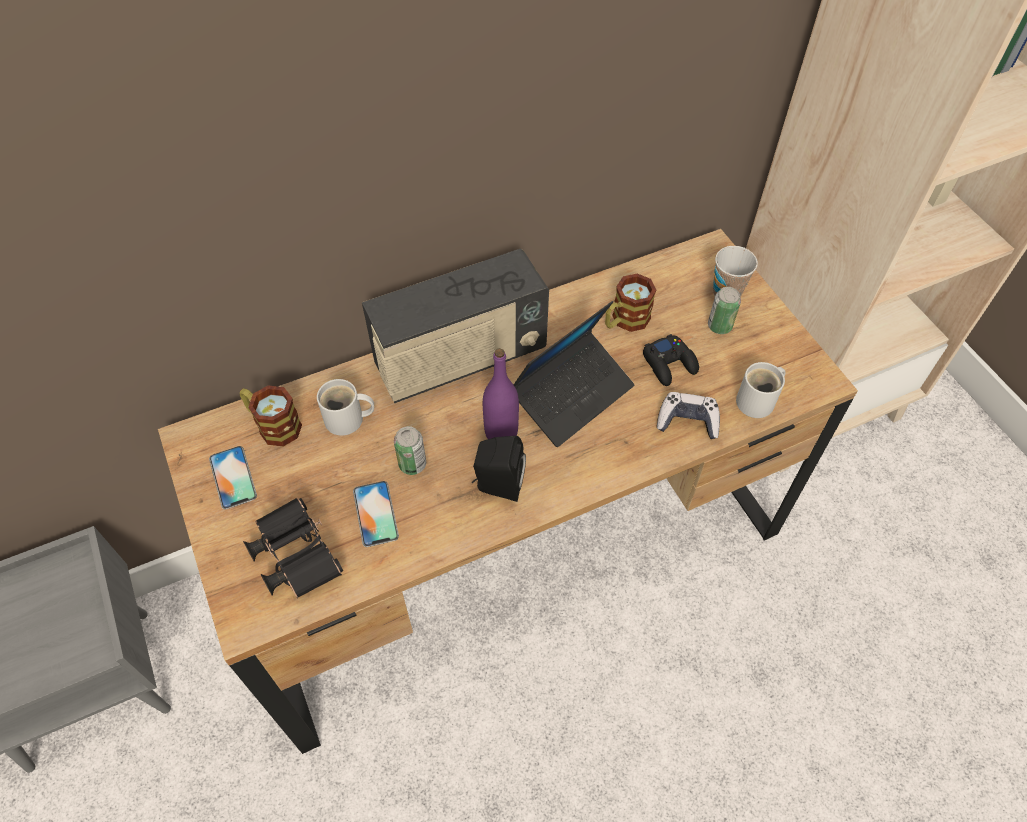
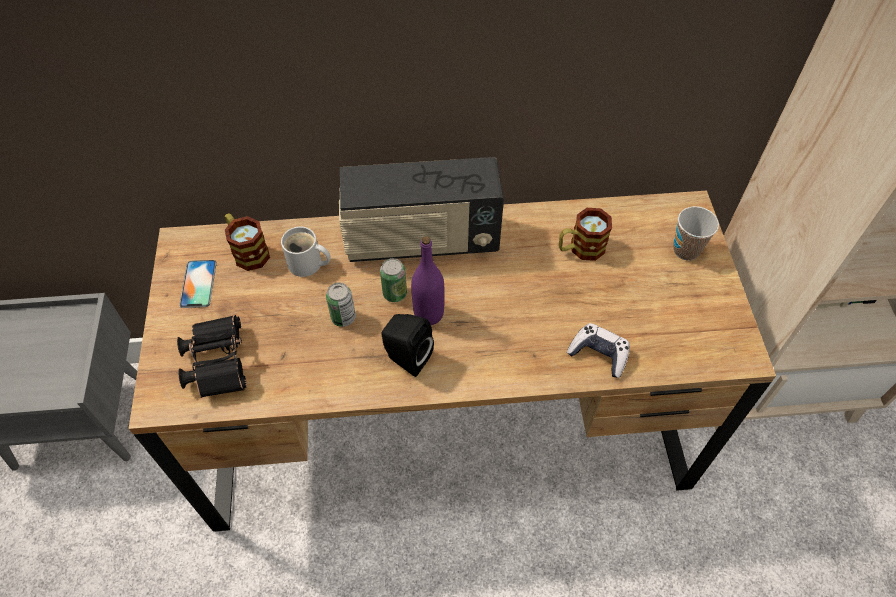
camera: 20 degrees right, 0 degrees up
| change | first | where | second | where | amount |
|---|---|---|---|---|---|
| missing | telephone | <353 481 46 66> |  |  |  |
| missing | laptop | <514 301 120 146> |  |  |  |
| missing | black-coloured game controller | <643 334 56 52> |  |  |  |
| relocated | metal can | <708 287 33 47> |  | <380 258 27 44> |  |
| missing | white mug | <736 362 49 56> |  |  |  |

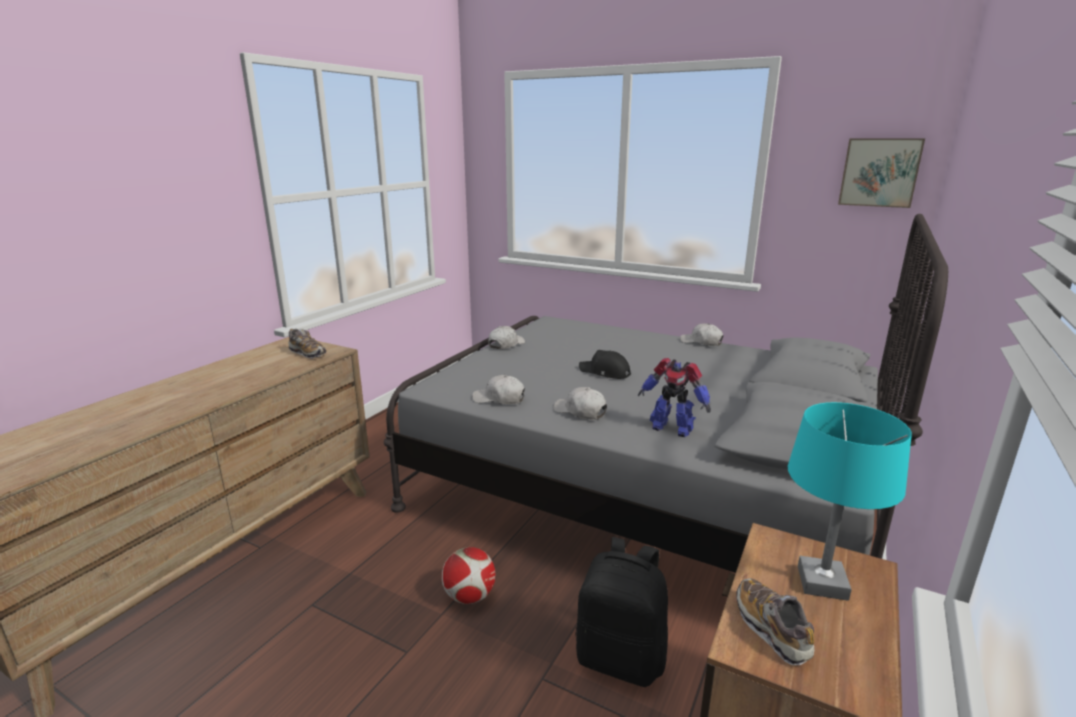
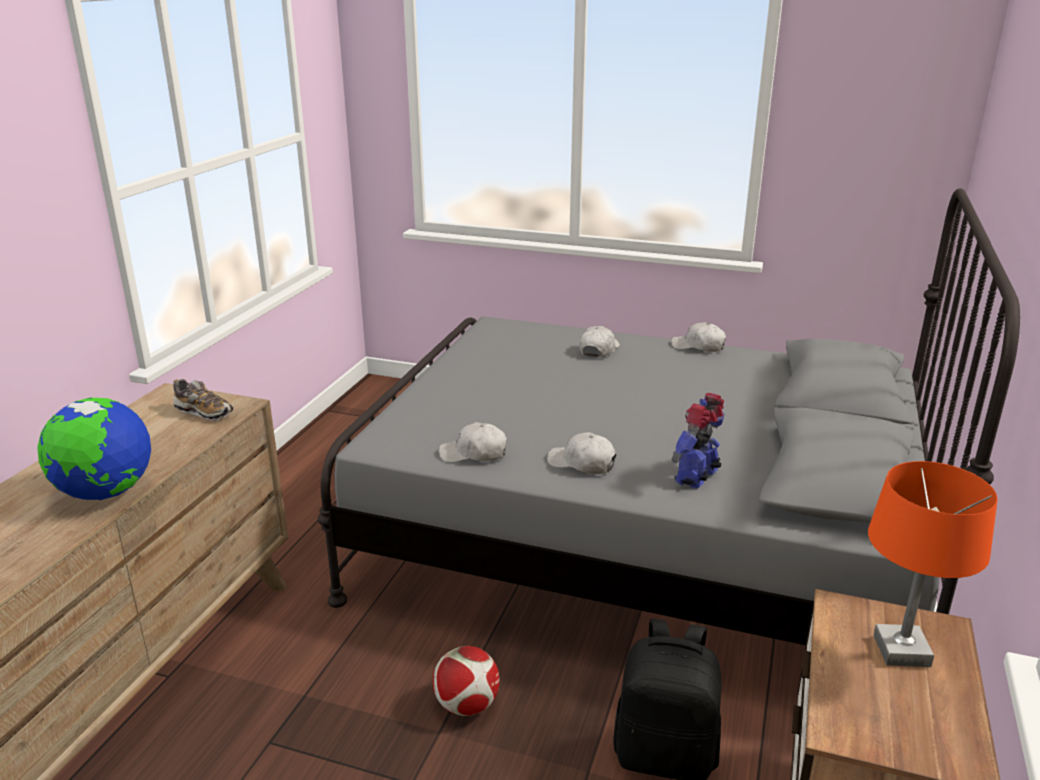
camera: 10 degrees left, 5 degrees up
| change | first | where | second | where | amount |
|---|---|---|---|---|---|
| relocated | white cap | <488 326 37 23> |  | <579 326 41 31> |  |
| missing | black-coloured cap | <579 350 52 29> |  |  |  |
| spun | toy robot | <638 358 73 79> |  | <671 393 53 96> | 105 degrees clockwise |
| missing | low shoe | <737 578 77 87> |  |  |  |
| colour | turquoise lamp for a table | <788 402 124 199> | orange-coloured lamp for a table | <868 461 130 206> |  |
| missing | wall art | <838 138 87 70> |  |  |  |
| appeared |  |  | desk globe | <37 398 114 102> |  |

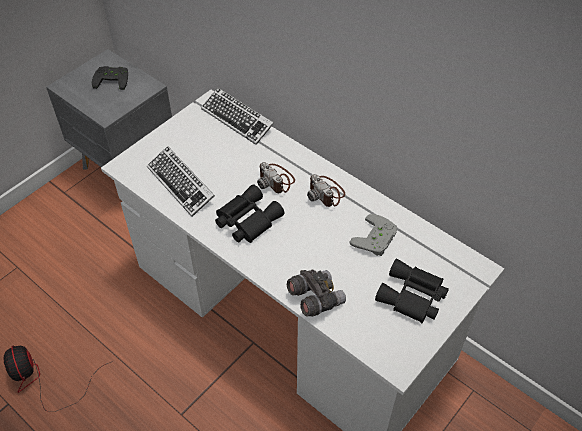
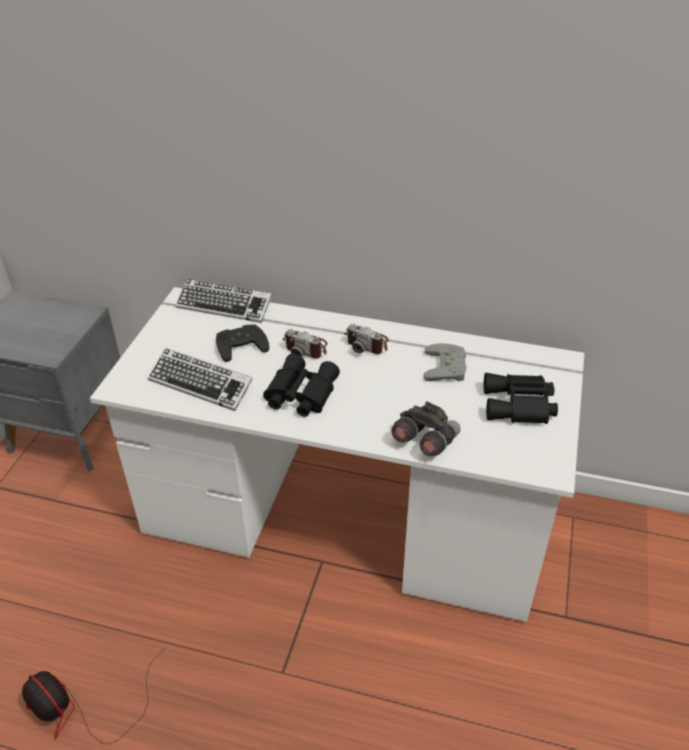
camera: 25 degrees left, 10 degrees down
| change | first | where | second | where | amount |
|---|---|---|---|---|---|
| relocated | black-coloured game controller | <92 66 36 24> |  | <216 324 53 38> |  |

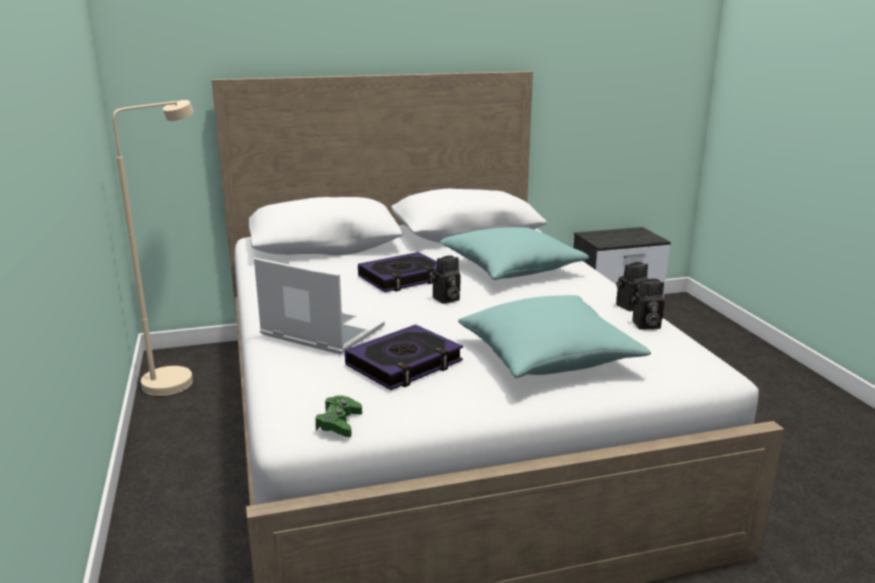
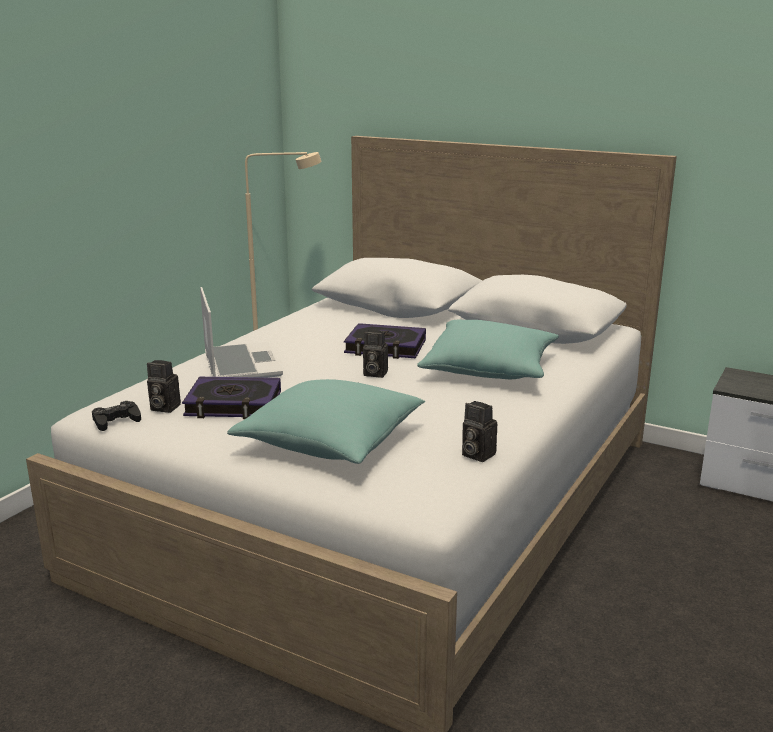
camera: 45 degrees right, 0 degrees up
| change | first | where | second | where | amount |
|---|---|---|---|---|---|
| colour | green game controller | <315 395 47 42> | black-coloured game controller | <92 401 49 30> |  |
| relocated | photo camera | <616 262 32 49> |  | <147 360 34 53> |  |

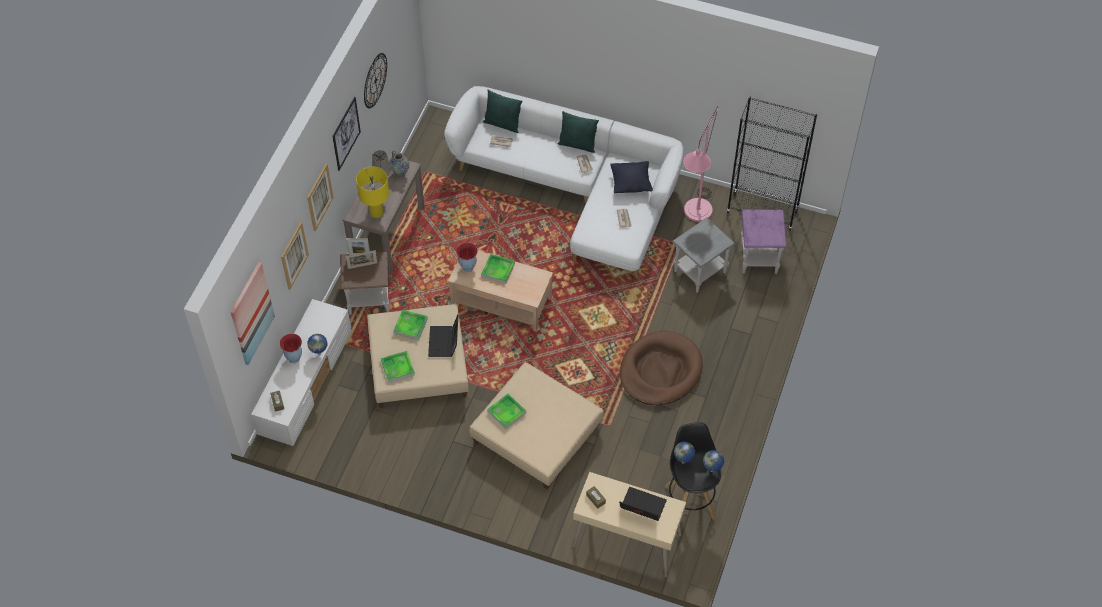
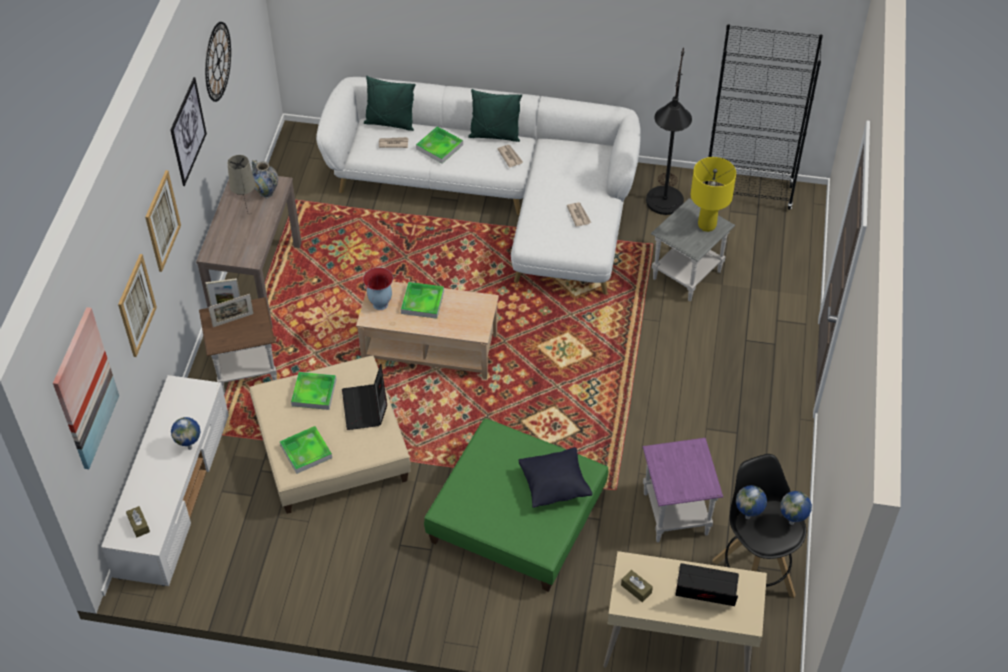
camera: 10 degrees left, 5 degrees down
| change | first | where | second | where | amount |
|---|---|---|---|---|---|
| missing | flower vase | <280 333 22 30> |  |  |  |
| relocated | yellow-coloured lamp for a table | <356 167 33 51> |  | <691 157 45 75> |  |
| colour | beige footrest | <469 362 135 128> | green footrest | <424 418 184 174> |  |
| relocated | carrying tray | <487 393 39 36> |  | <416 126 47 37> |  |
| relocated | black-coloured cushion | <610 161 43 32> |  | <518 447 74 61> |  |
| missing | brownish pet bed | <620 331 83 74> |  |  |  |
| colour | pink-coloured standard lamp | <683 106 35 116> | black-coloured standard lamp | <646 48 46 167> |  |
| relocated | purple-coloured end table | <741 209 46 65> |  | <642 438 81 104> |  |

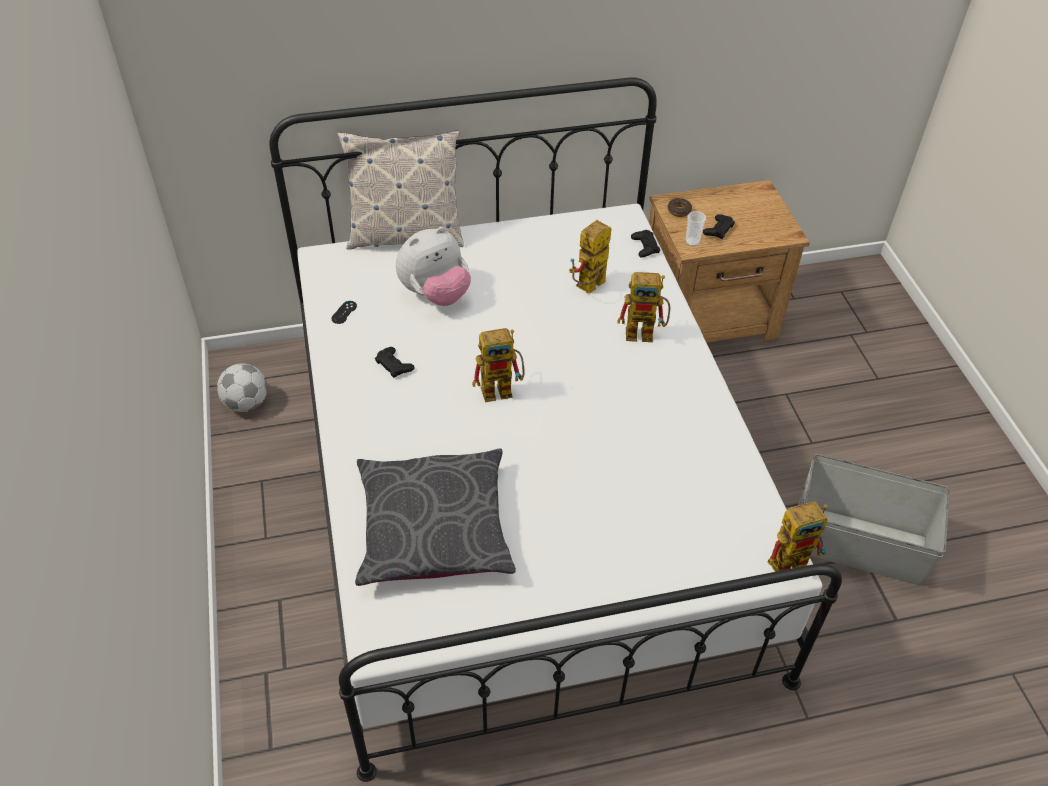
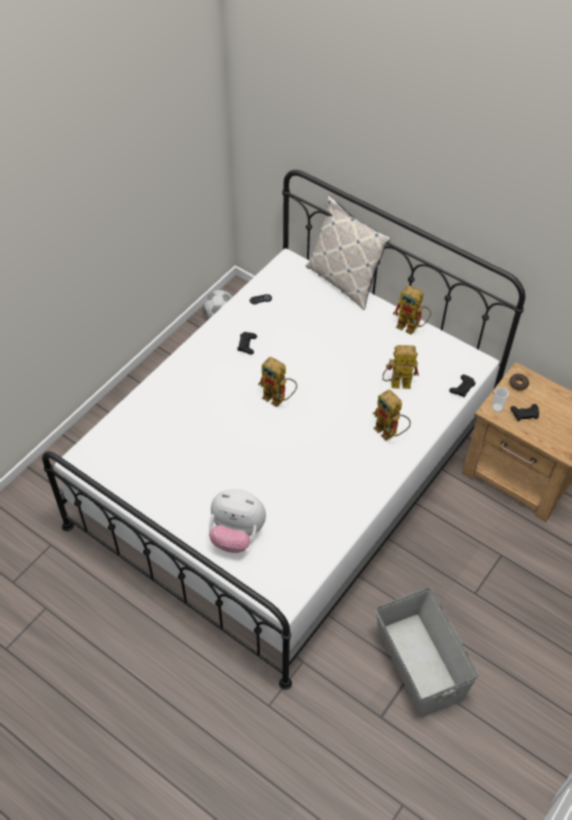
camera: 50 degrees right, 5 degrees up
| change | first | where | second | where | amount |
|---|---|---|---|---|---|
| missing | greyish cushion | <355 449 161 137> |  |  |  |
| relocated | cuddly toy | <396 227 75 79> |  | <209 489 57 64> |  |
| relocated | toy robot | <768 501 60 71> |  | <393 285 38 50> |  |

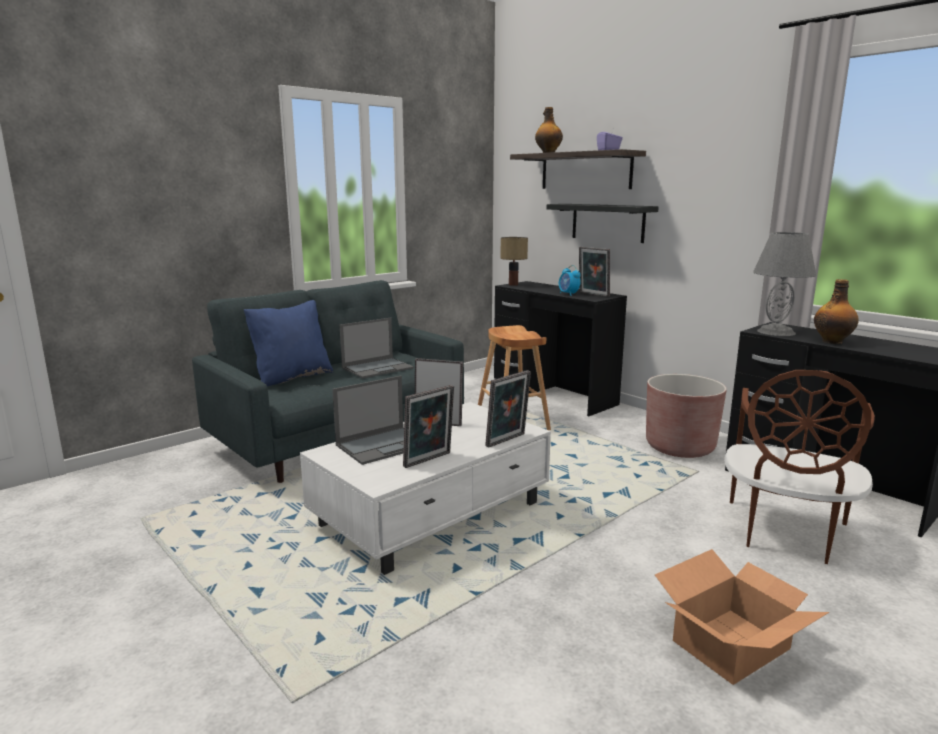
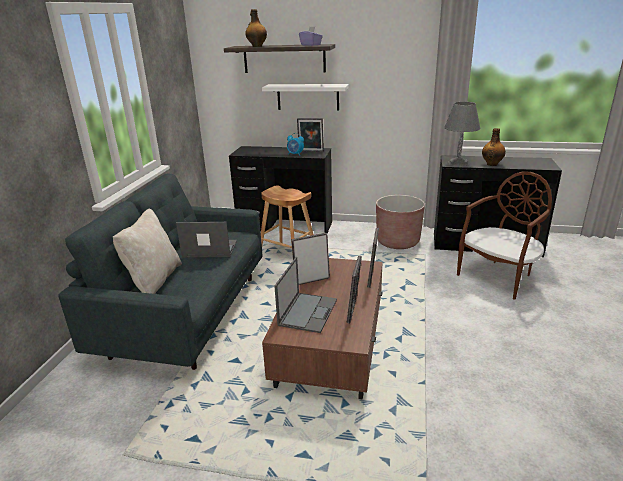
camera: 35 degrees left, 10 degrees up
| change | first | where | second | where | amount |
|---|---|---|---|---|---|
| colour | blue-coloured cushion | <244 300 89 87> | beige cushion | <112 209 70 85> |  |
| colour | white coffee table | <300 402 251 173> | brownish coffee table | <262 258 121 141> |  |
| spun | laptop | <340 318 74 61> |  | <176 222 61 36> | 105 degrees counterclockwise |
| missing | lamp for a table | <500 237 28 49> |  |  |  |
| colour | black-coloured shelf | <547 204 112 39> | white shelf | <262 84 87 26> |  |
| missing | packing box | <655 549 174 136> |  |  |  |
| spun | brownish chair | <724 370 151 194> |  | <457 171 95 129> | 120 degrees counterclockwise |

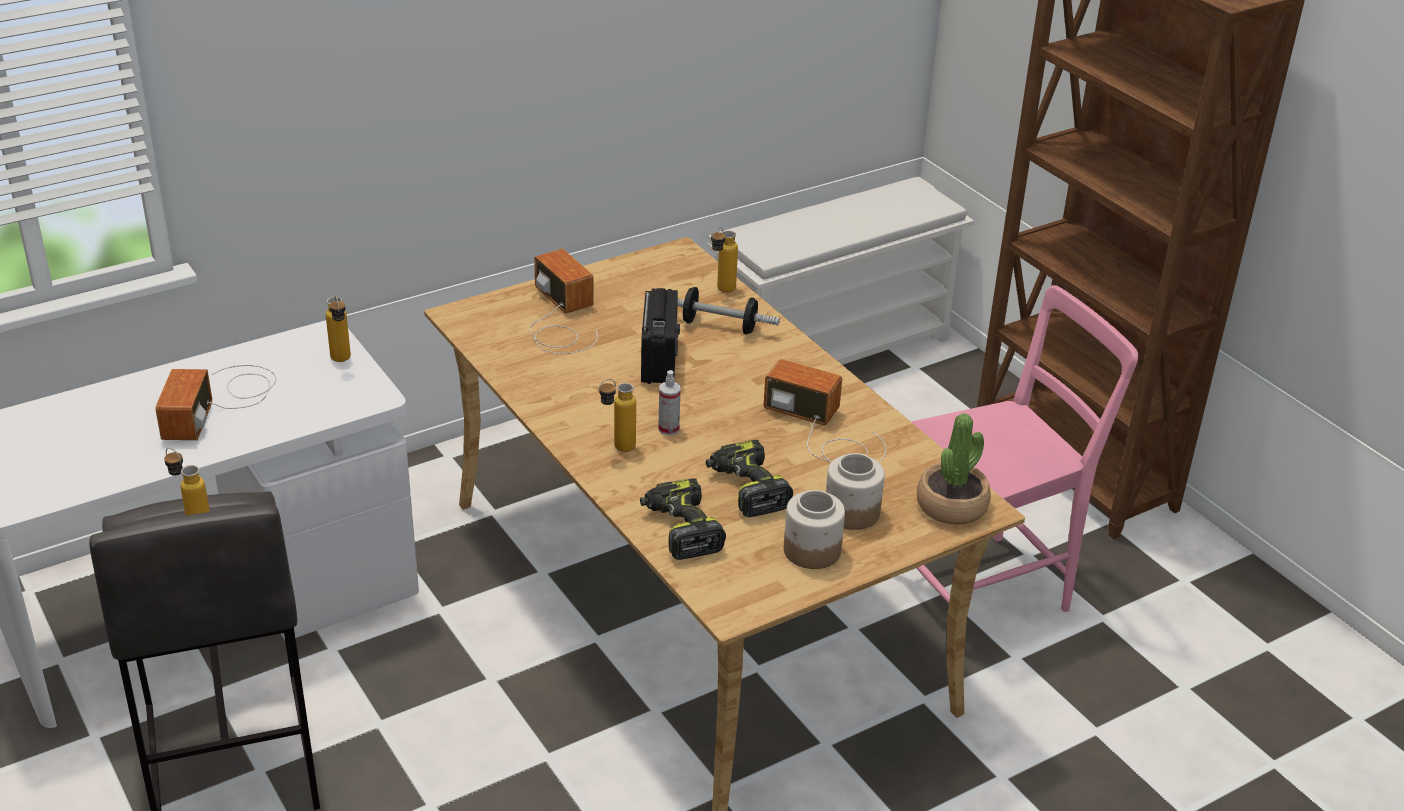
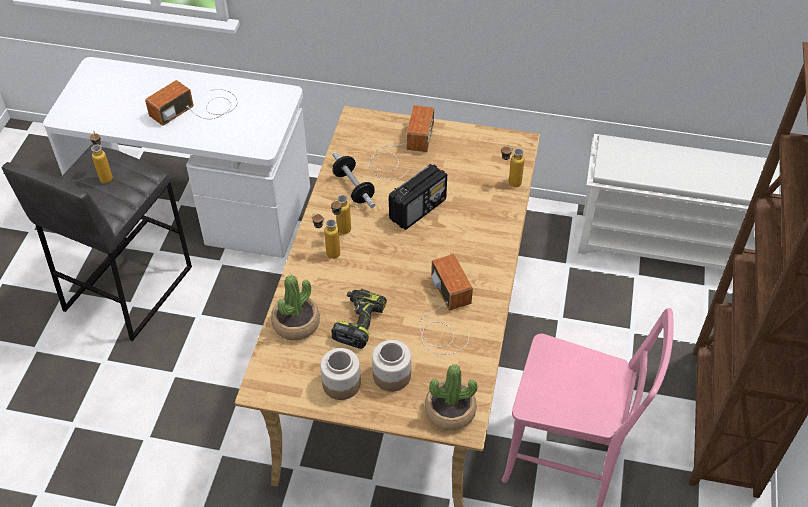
camera: 45 degrees right, 15 degrees up
| change | first | where | second | where | amount |
|---|---|---|---|---|---|
| relocated | drink bottle | <326 296 25 66> |  | <331 195 20 39> |  |
| exchanged | electric drill | <640 478 86 82> | potted plant | <271 275 49 65> |  |
| missing | spray bottle | <659 370 22 65> |  |  |  |
| relocated | dumbbell | <677 287 103 47> |  | <333 152 42 56> |  |

